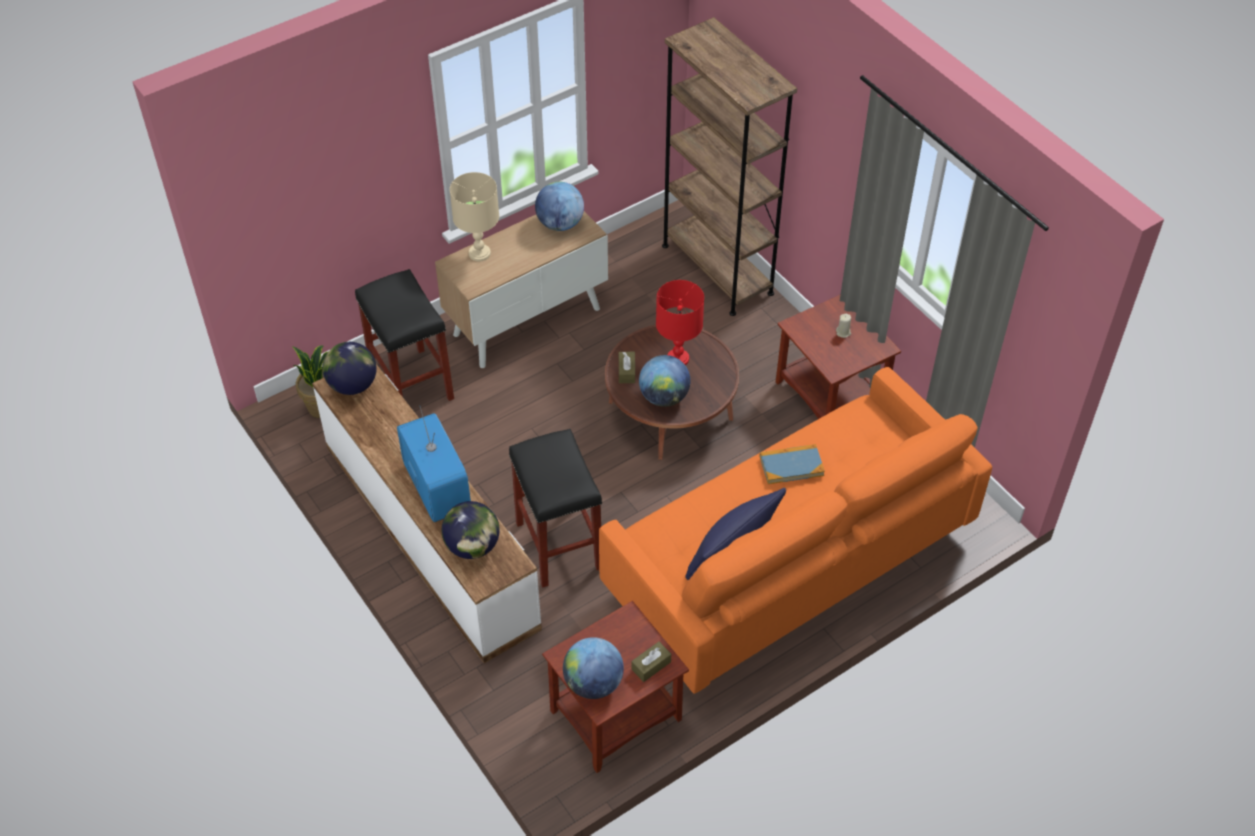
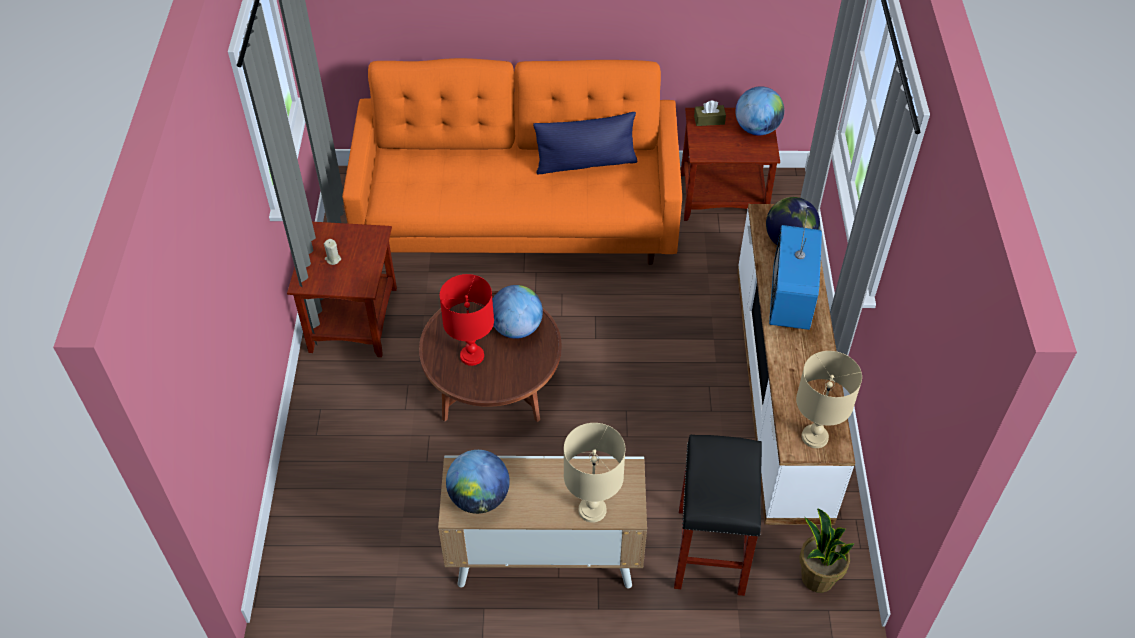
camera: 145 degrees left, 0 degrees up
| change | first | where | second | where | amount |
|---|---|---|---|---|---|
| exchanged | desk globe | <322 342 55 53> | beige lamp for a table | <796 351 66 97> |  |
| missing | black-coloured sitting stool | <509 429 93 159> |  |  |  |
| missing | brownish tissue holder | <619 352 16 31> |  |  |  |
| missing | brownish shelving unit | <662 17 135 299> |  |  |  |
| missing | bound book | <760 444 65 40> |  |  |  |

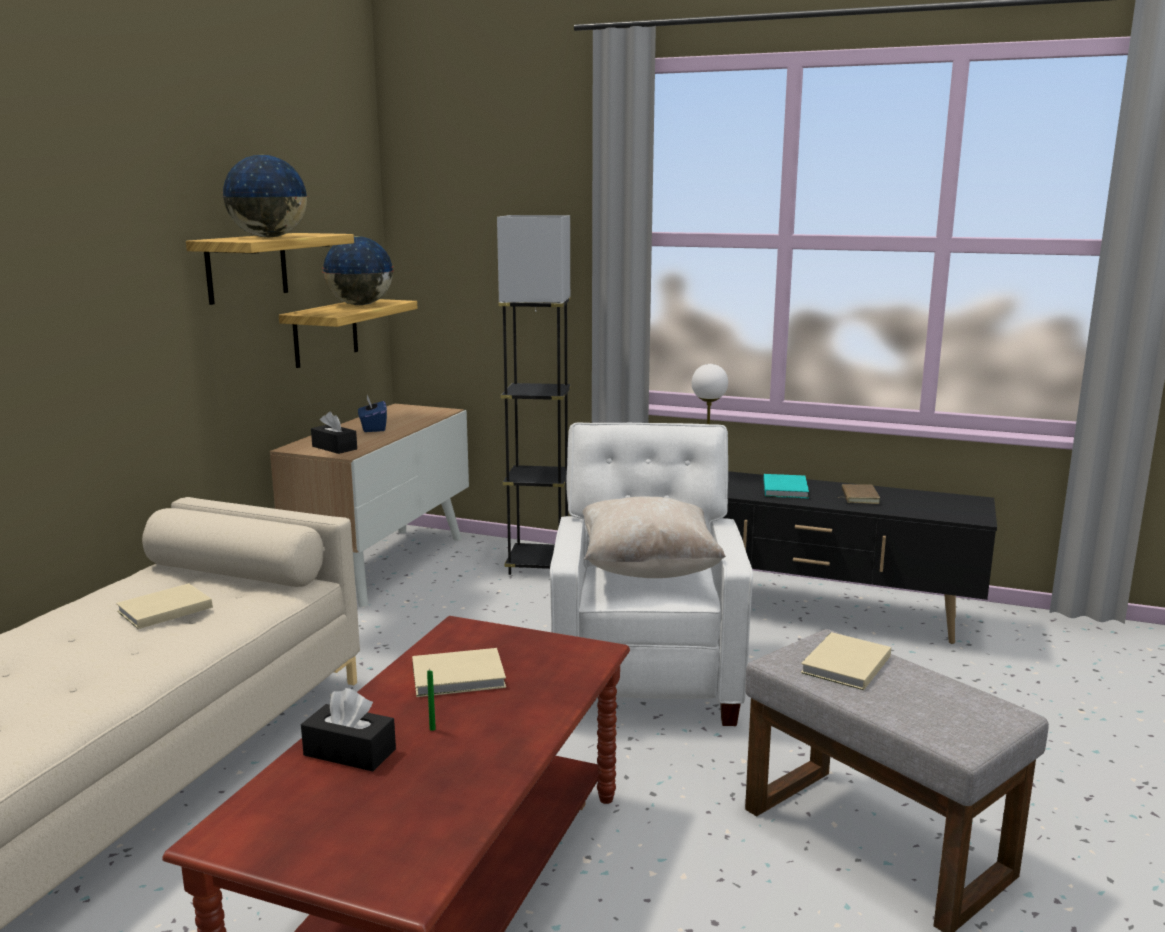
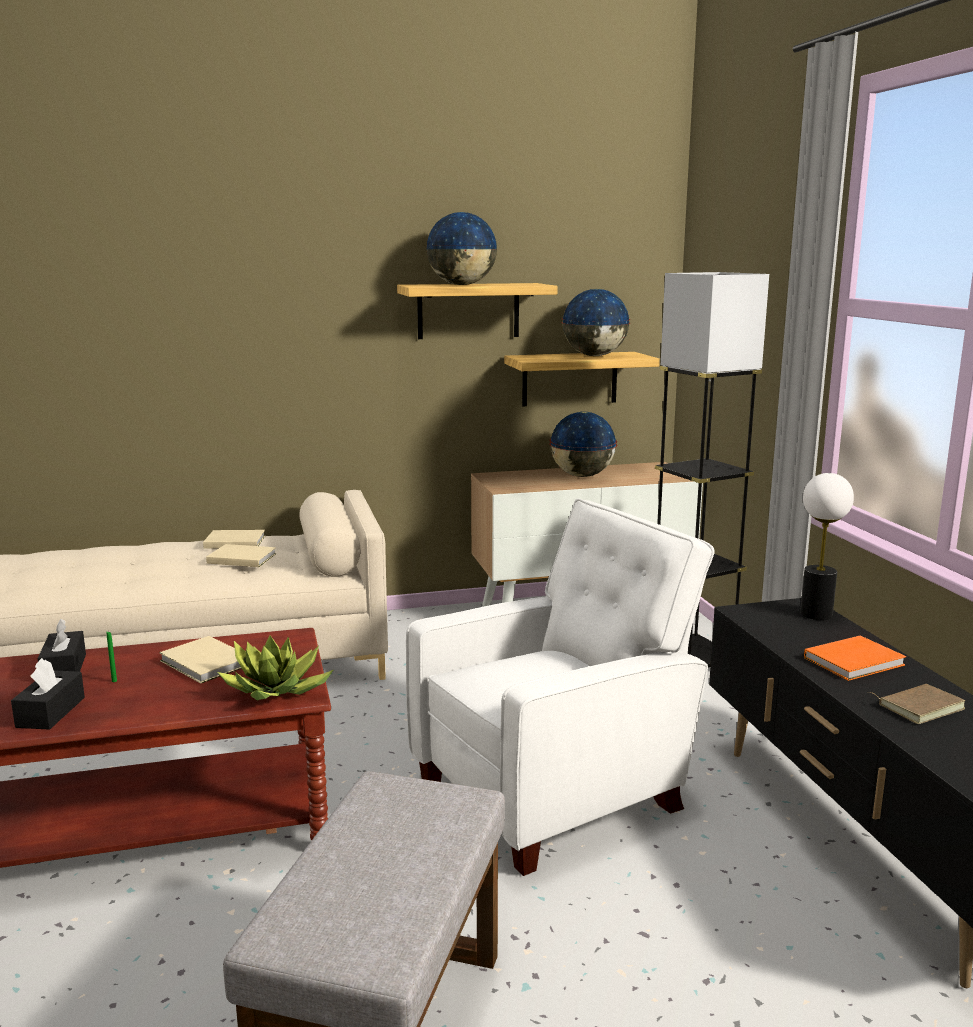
camera: 55 degrees right, 0 degrees up
| change | first | where | second | where | amount |
|---|---|---|---|---|---|
| relocated | black-coloured tissue holder | <311 411 46 43> |  | <11 658 74 72> |  |
| exchanged | blue-coloured tissue holder | <358 394 29 38> | desk globe | <549 412 68 65> |  |
| missing | beige cushion | <582 497 144 81> |  |  |  |
| colour | turquoise bound book | <763 474 46 24> | orange-coloured bound book | <804 635 102 46> |  |
| relocated | beige bound book | <801 632 90 58> |  | <203 530 62 19> |  |
| appeared |  |  | potted plant | <218 635 115 65> |  |

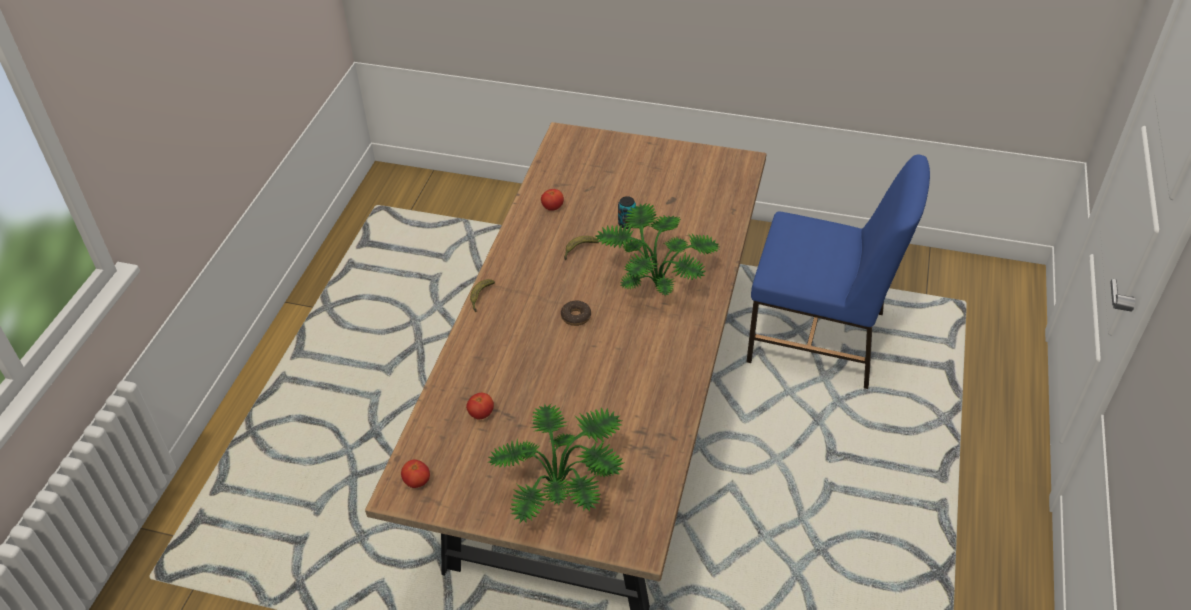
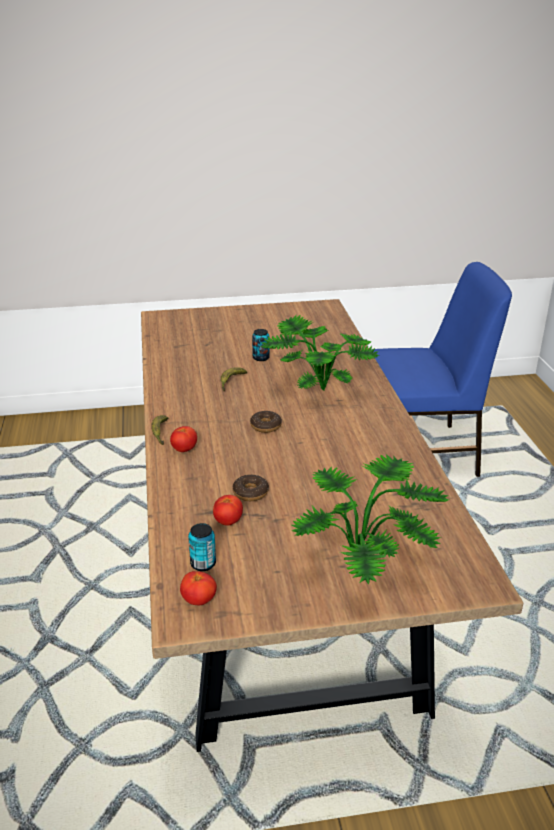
camera: 25 degrees left, 15 degrees down
| change | first | where | second | where | amount |
|---|---|---|---|---|---|
| relocated | fresh tomato | <541 189 23 22> |  | <170 426 27 26> |  |
| appeared |  |  | metal can | <188 523 28 48> |  |
| appeared |  |  | donut | <233 475 36 26> |  |

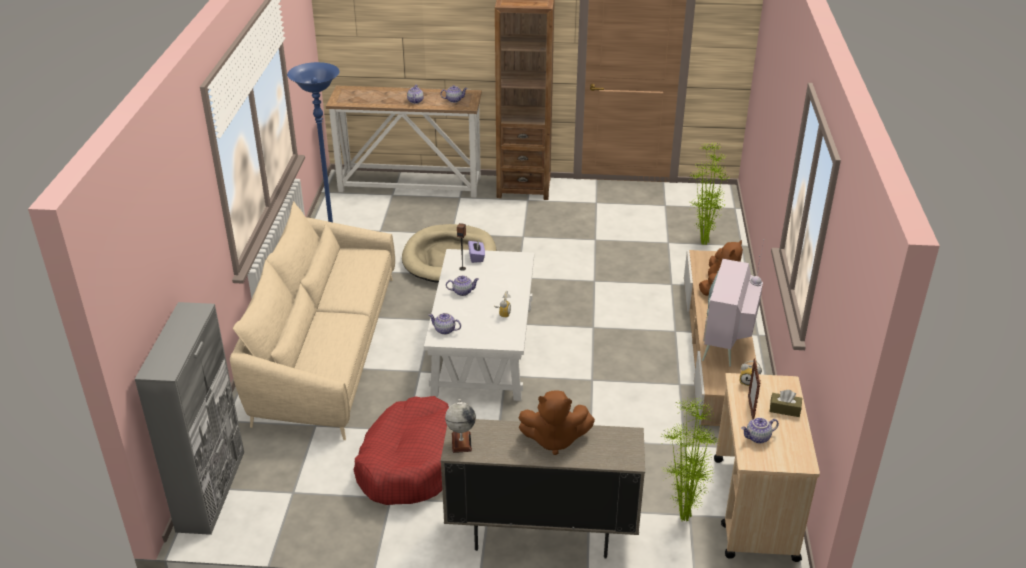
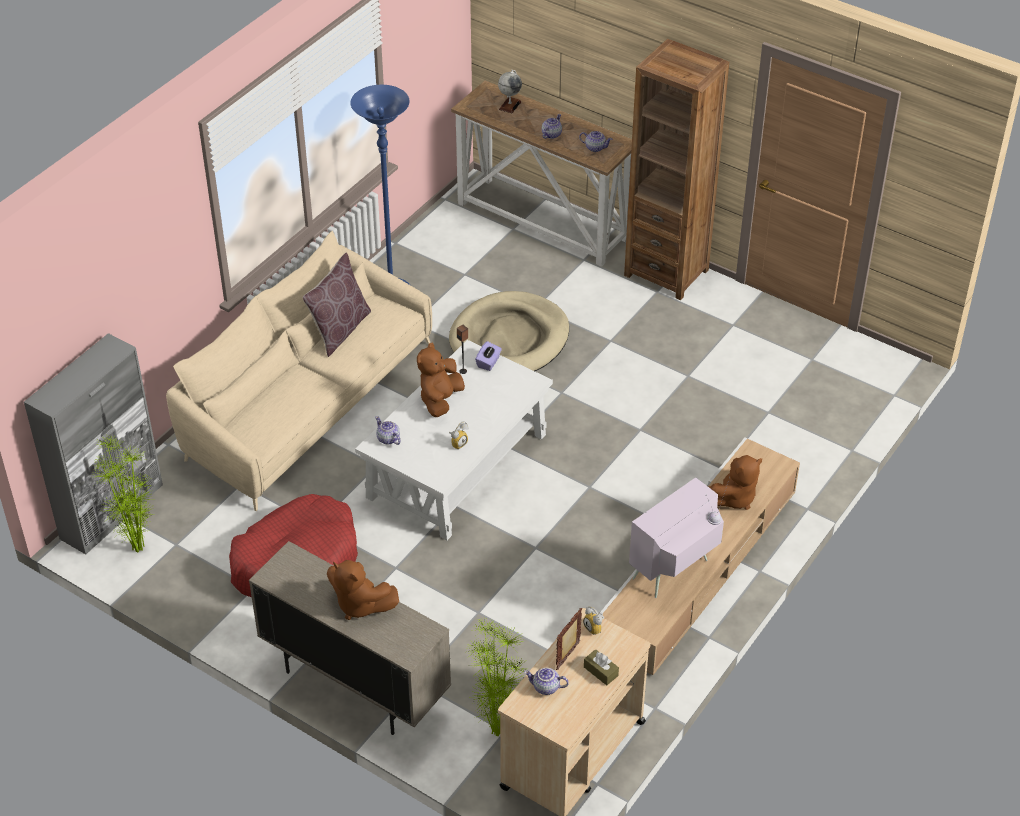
camera: 30 degrees right, 10 degrees up
| change | first | where | second | where | amount |
|---|---|---|---|---|---|
| relocated | desk globe | <445 399 31 54> |  | <498 70 24 43> |  |
| exchanged | teapot | <446 276 33 20> | brownish cuddly toy | <417 343 48 74> |  |
| relocated | potted plant | <689 142 41 103> |  | <92 435 64 117> |  |
| appeared |  |  | brownish cushion | <303 252 68 105> |  |

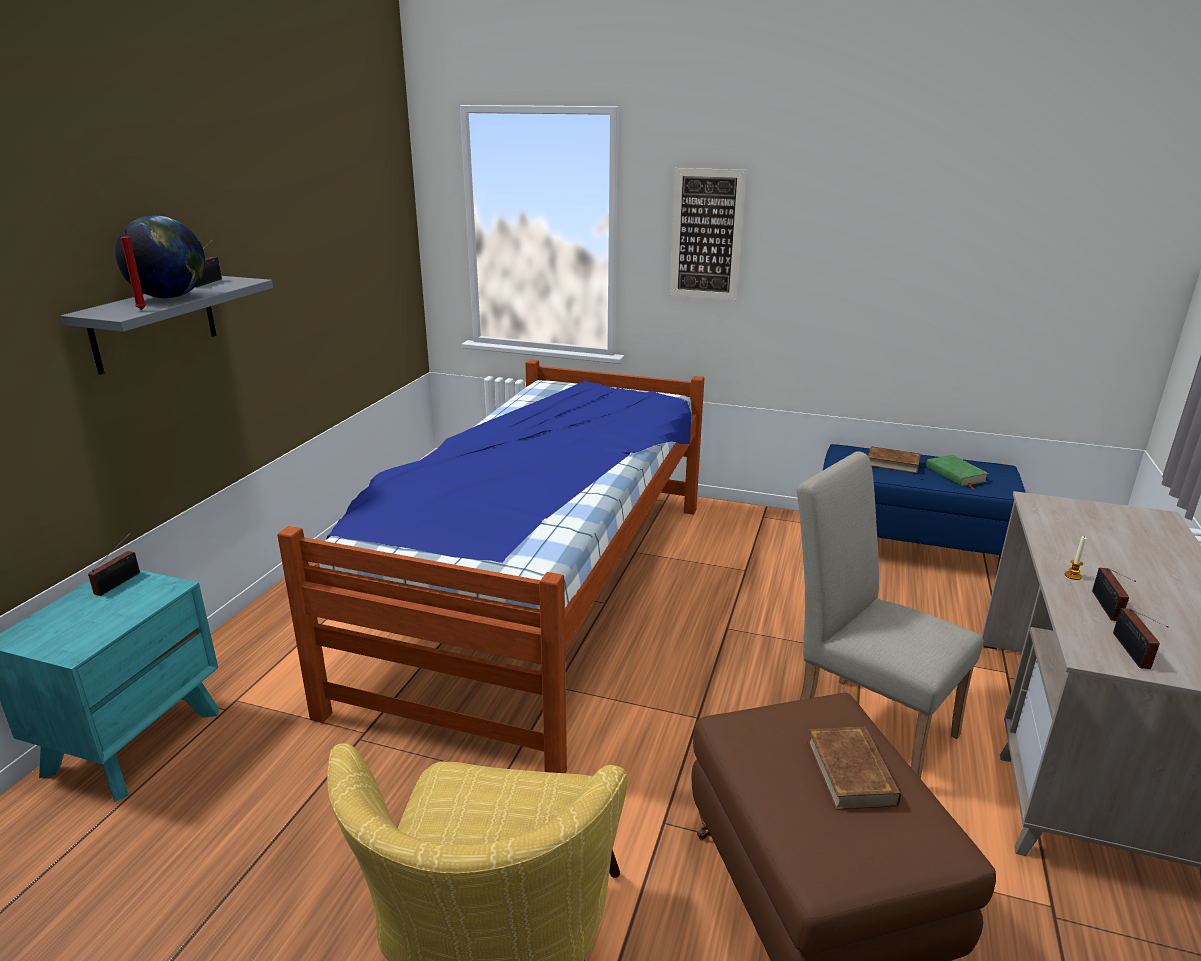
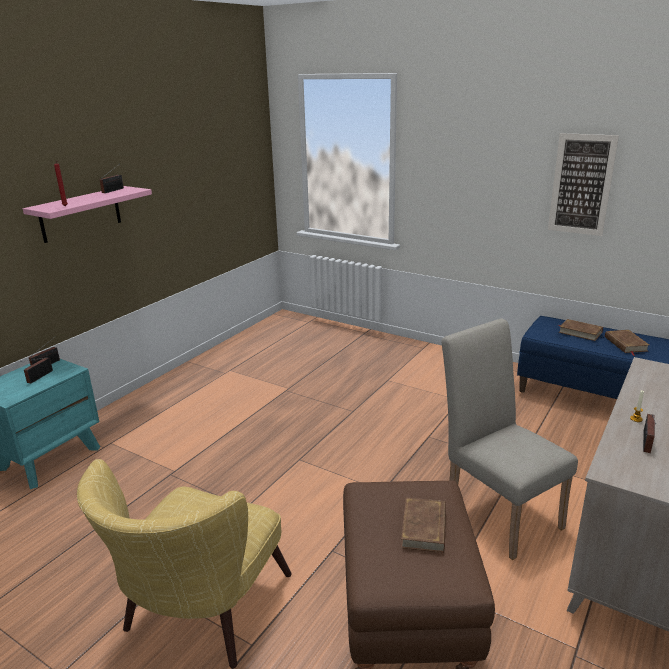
camera: 15 degrees right, 0 degrees up
| change | first | where | second | where | amount |
|---|---|---|---|---|---|
| colour | greyish shelf | <61 276 212 99> | pink-coloured shelf | <23 186 129 57> |  |
| missing | desk globe | <115 215 90 84> |  |  |  |
| missing | bed | <277 360 427 413> |  |  |  |
| relocated | wall art | <670 168 76 133> |  | <548 133 71 103> |  |
| colour | green bound book | <926 455 63 34> | brownish bound book | <605 330 44 26> |  |
| relocated | radio set | <1113 608 55 61> |  | <20 357 33 26> |  |

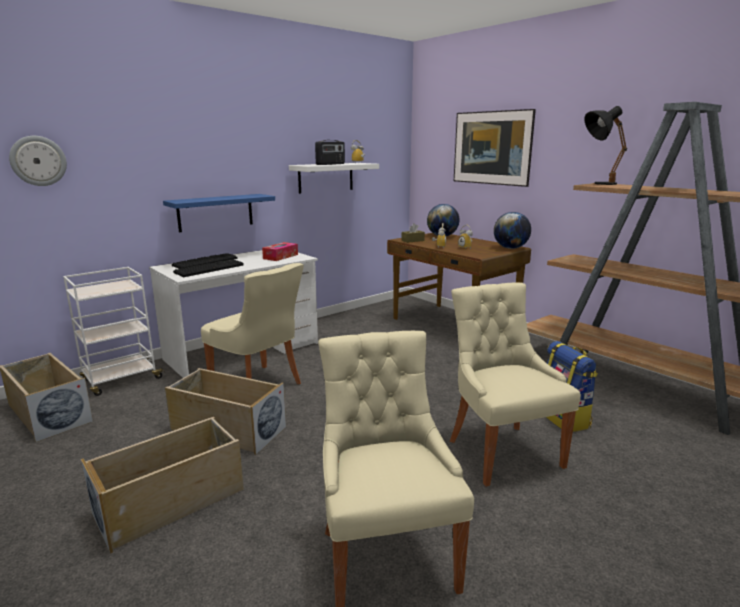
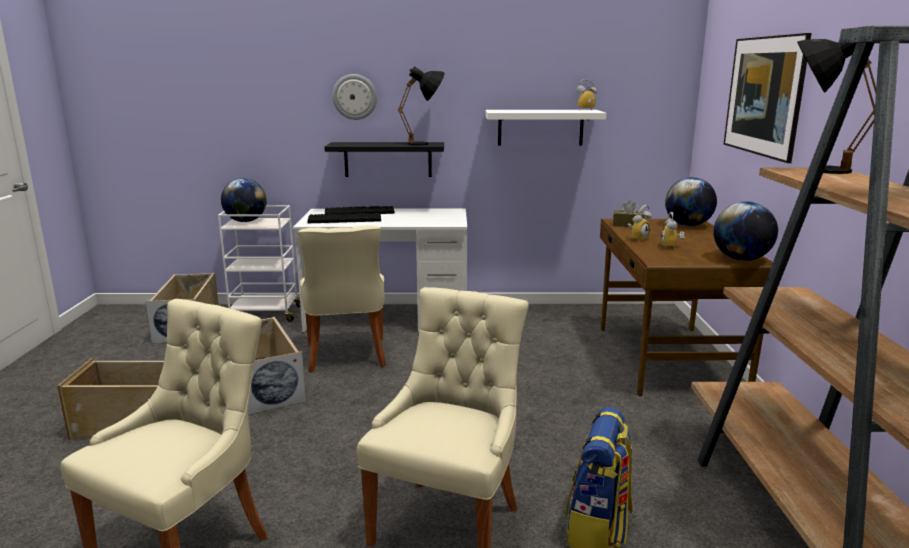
camera: 40 degrees right, 0 degrees up
| change | first | where | second | where | amount |
|---|---|---|---|---|---|
| relocated | clock on the wall | <9 136 58 50> |  | <333 74 44 46> |  |
| colour | blue-coloured shelf | <163 194 112 38> | black-coloured shelf | <324 142 120 35> |  |
| missing | tissue holder | <262 242 36 19> |  |  |  |
| missing | radio set | <315 140 30 25> |  |  |  |
| appeared |  |  | desk globe | <221 178 45 44> |  |
| appeared |  |  | black-coloured lamp for a table | <398 66 47 80> |  |

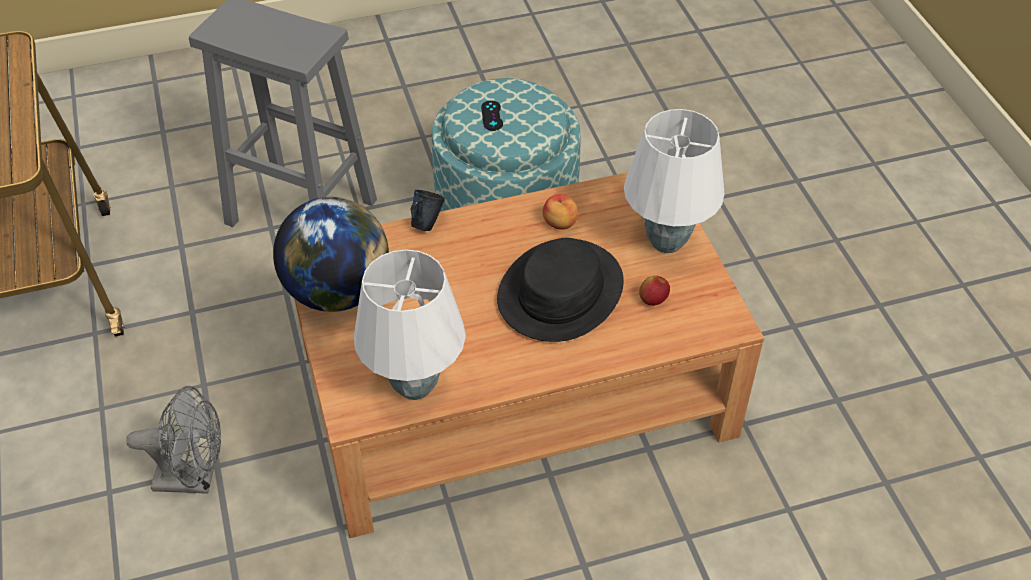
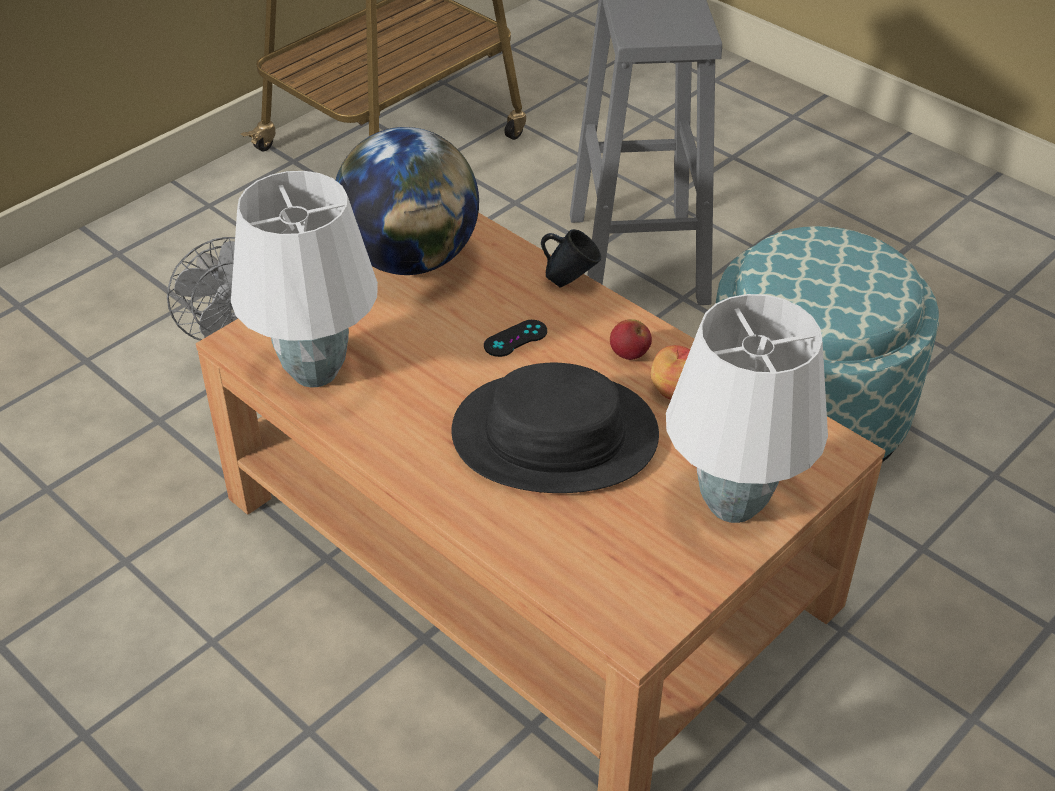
camera: 60 degrees right, 5 degrees down
| change | first | where | second | where | amount |
|---|---|---|---|---|---|
| relocated | black-coloured game controller | <481 101 22 30> |  | <484 320 63 37> |  |
| relocated | apple | <639 276 31 30> |  | <610 319 42 41> |  |

